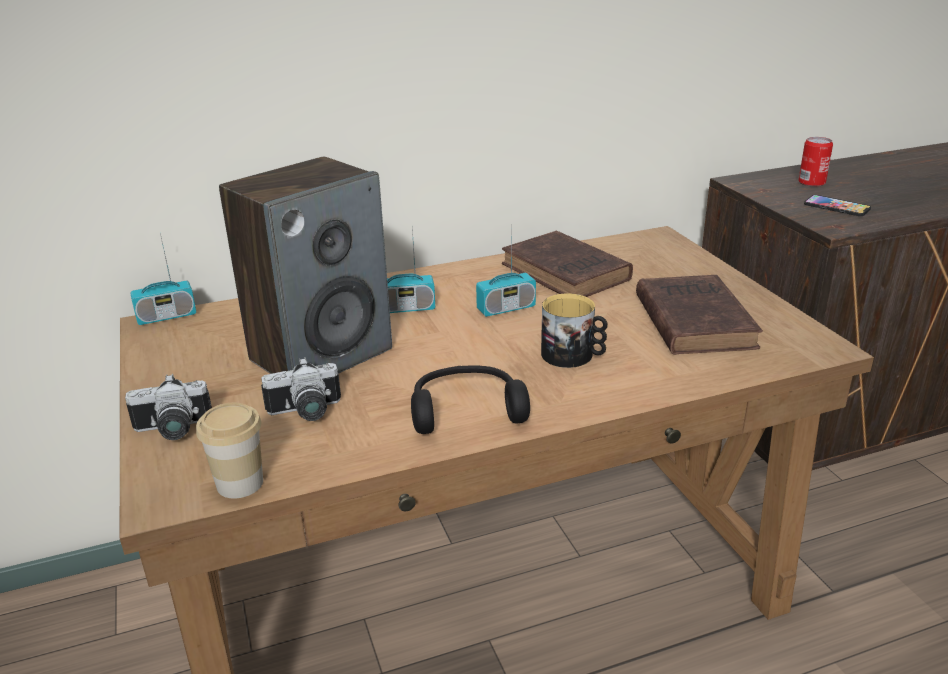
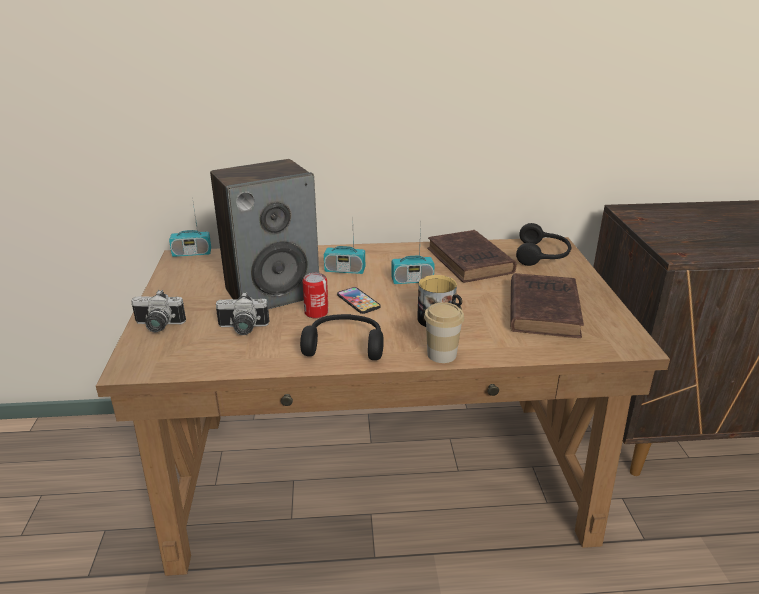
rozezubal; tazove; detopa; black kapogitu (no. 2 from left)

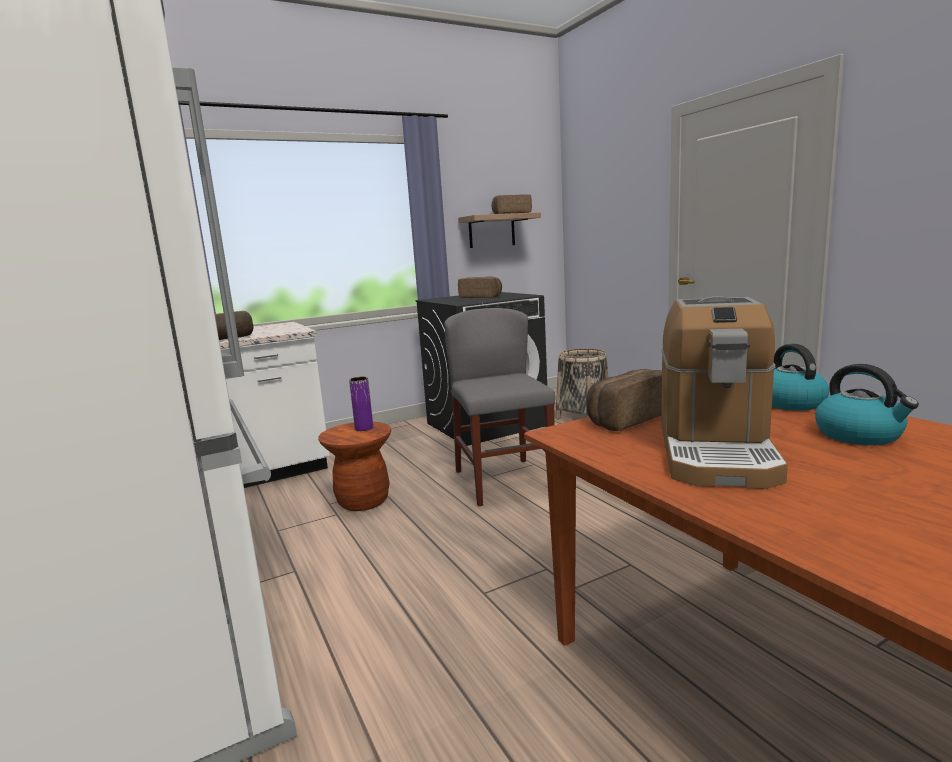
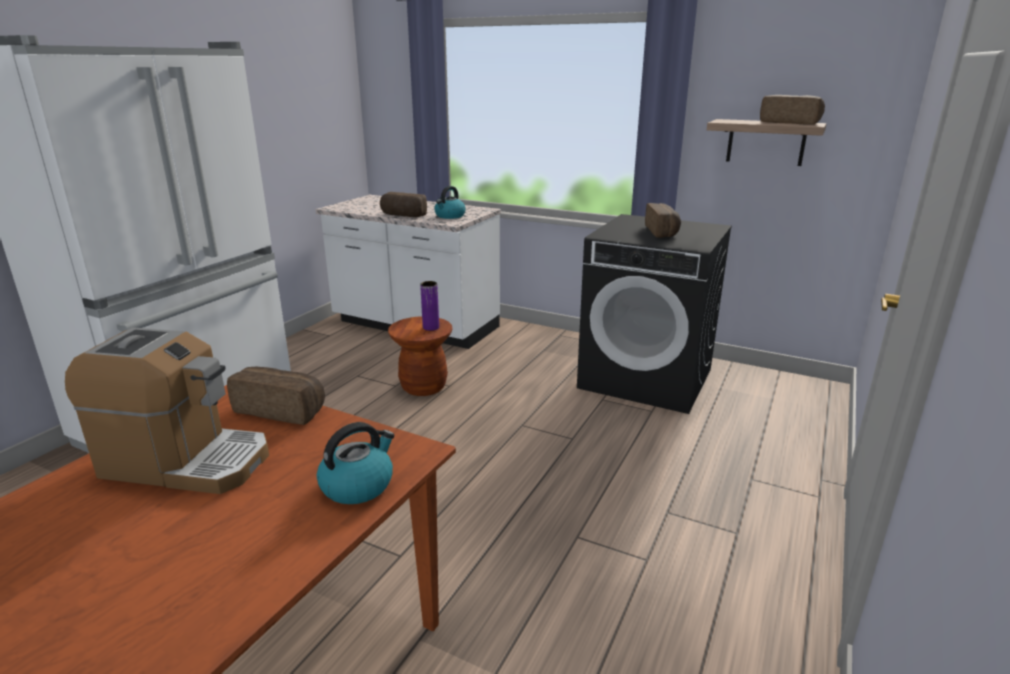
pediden; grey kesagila; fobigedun; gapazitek (no. 2 from left)

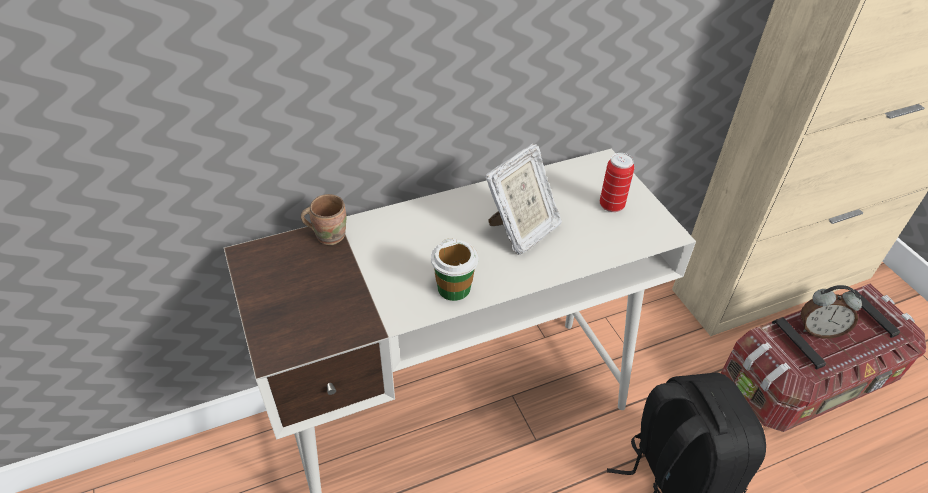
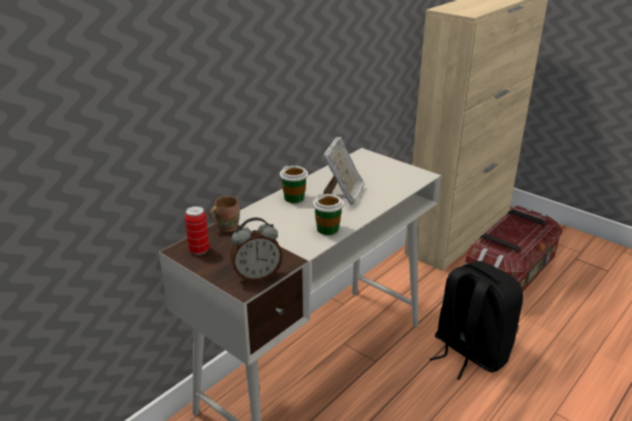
rozezubal; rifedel; detopa (no. 1 from left)

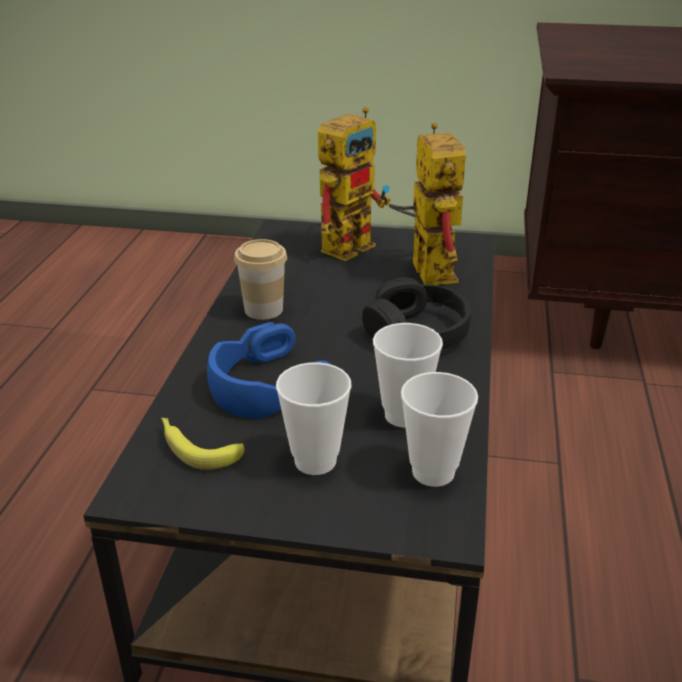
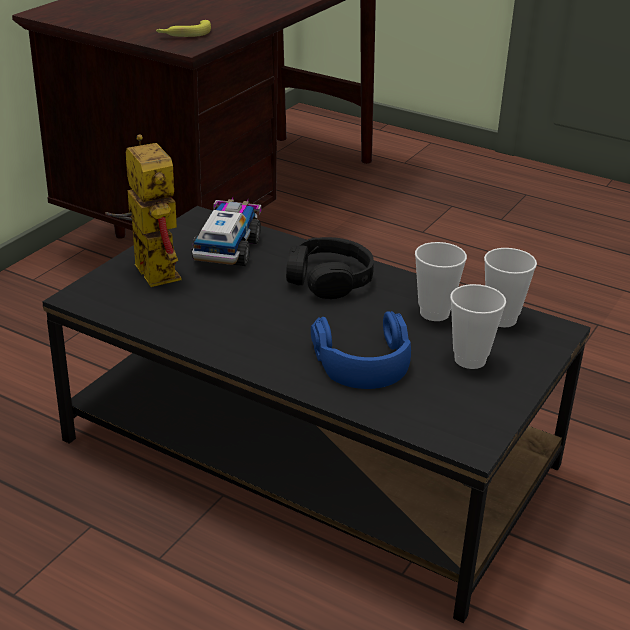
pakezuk; detopa (no. 1 from left in the first image); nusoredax

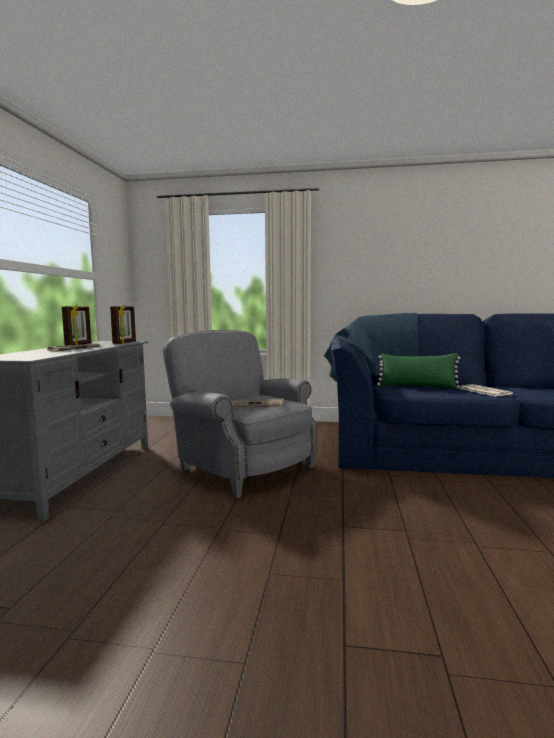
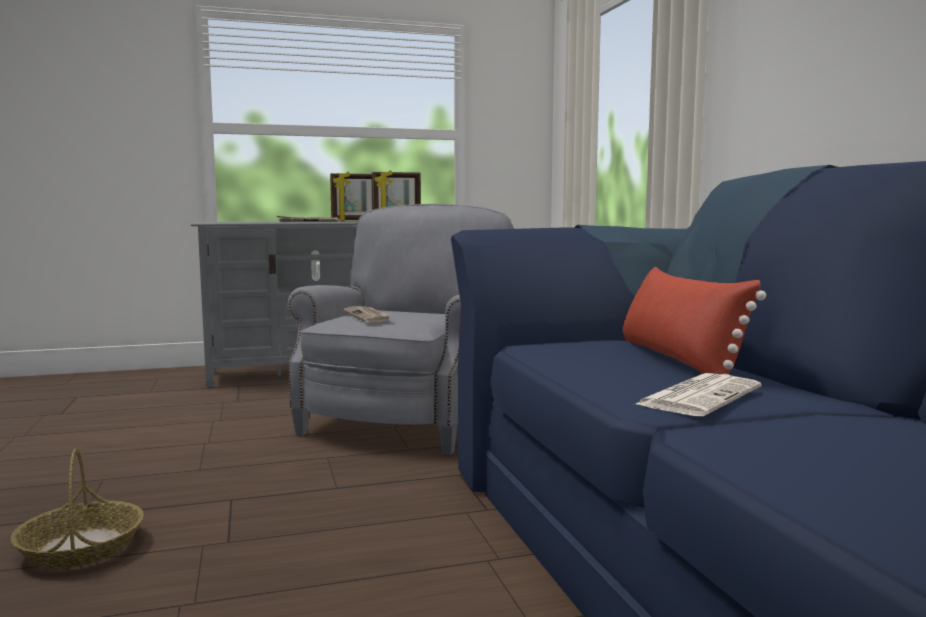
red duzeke; fobigedun

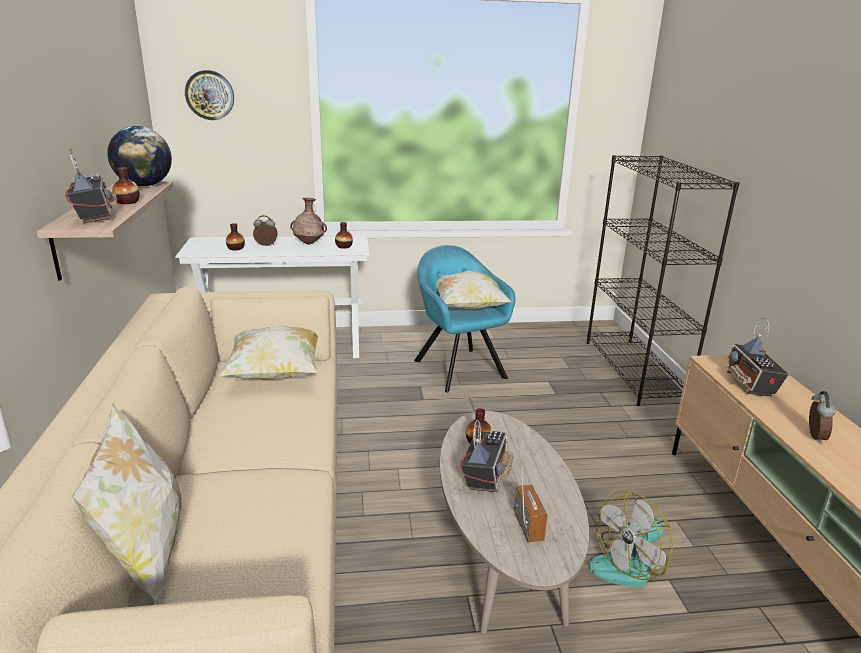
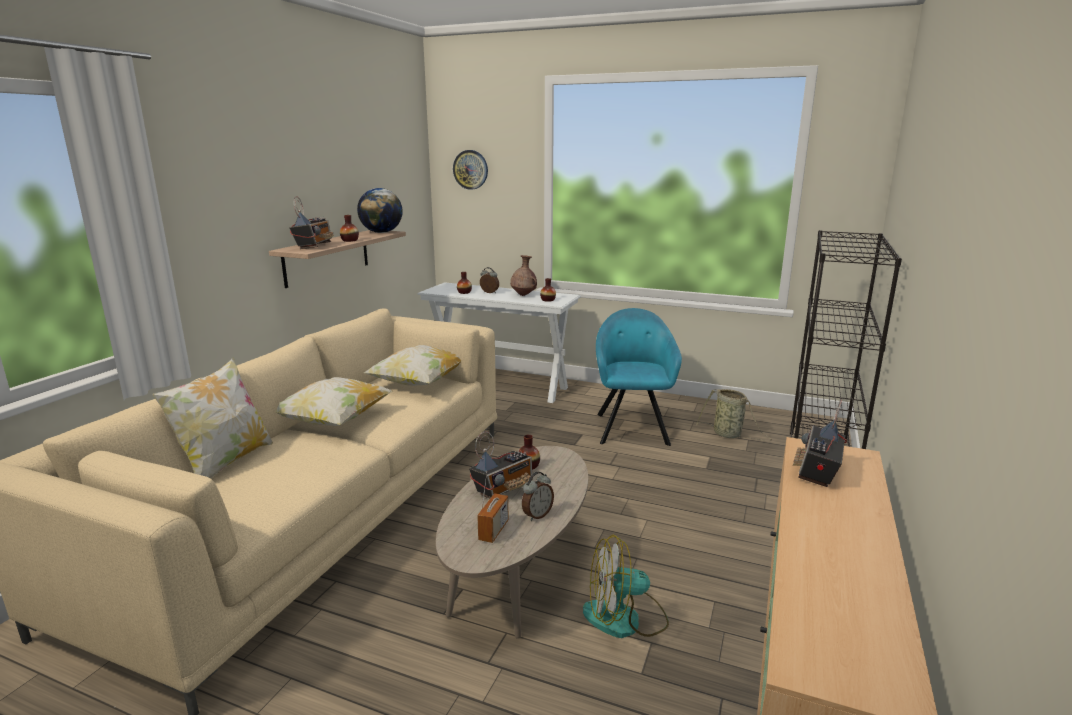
duzeke (no. 2 from left); rifedel (no. 2 from left); fobigedun

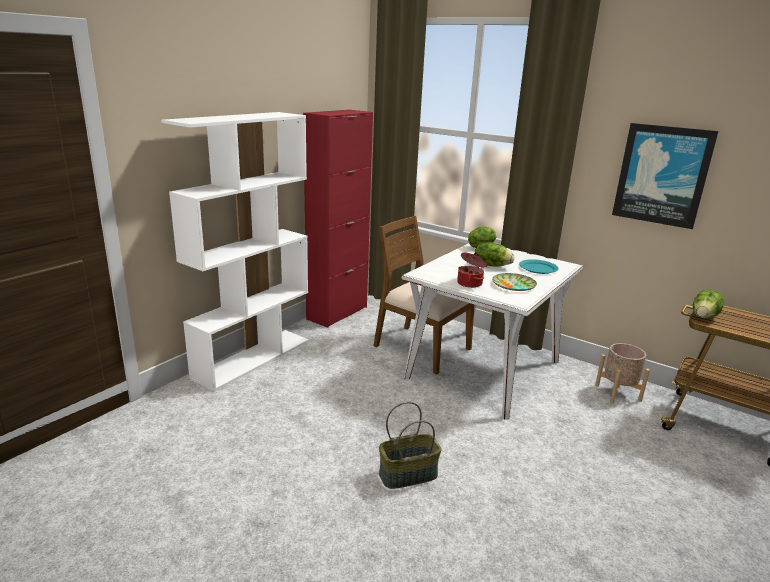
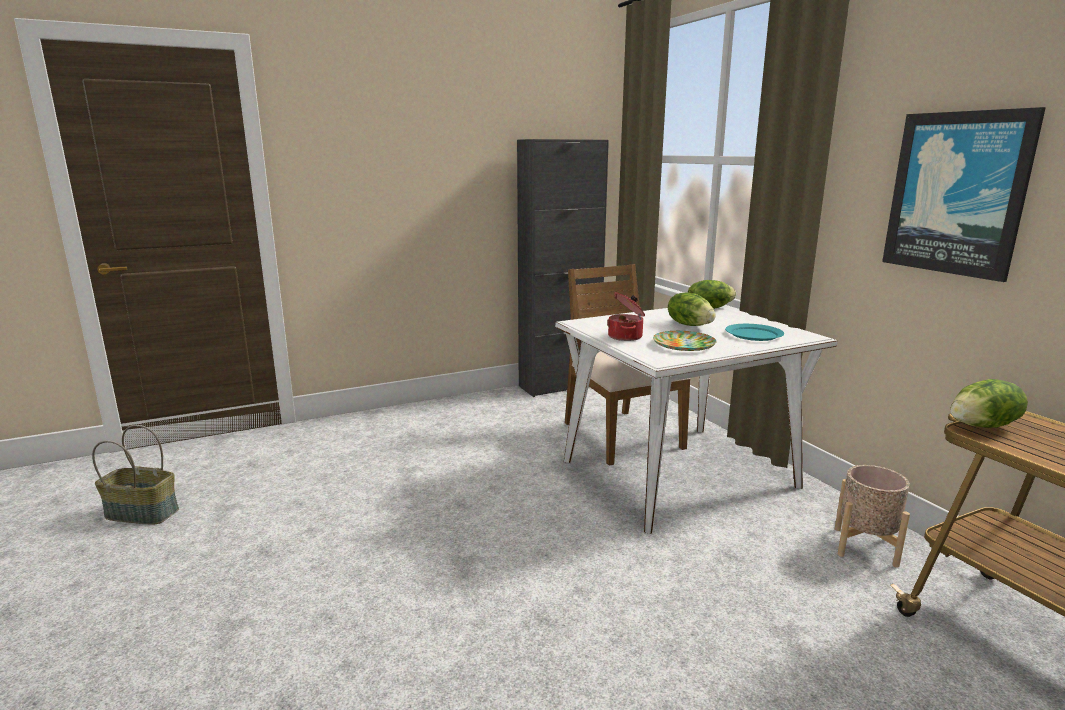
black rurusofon; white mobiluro; fobigedun

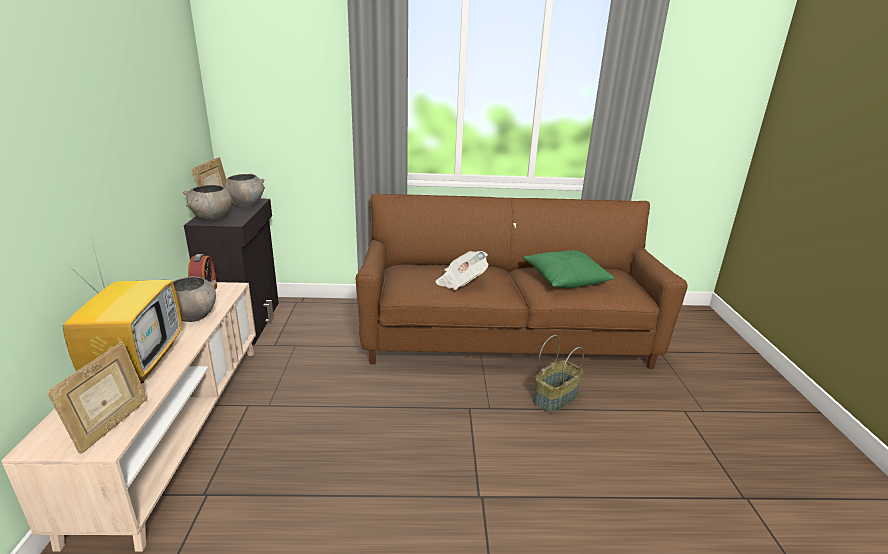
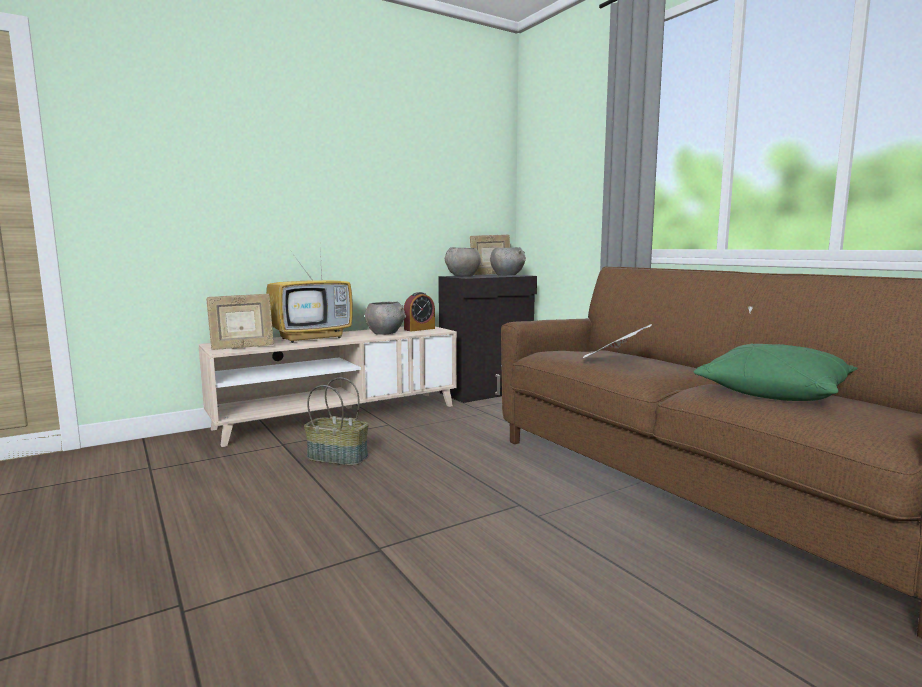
fobigedun

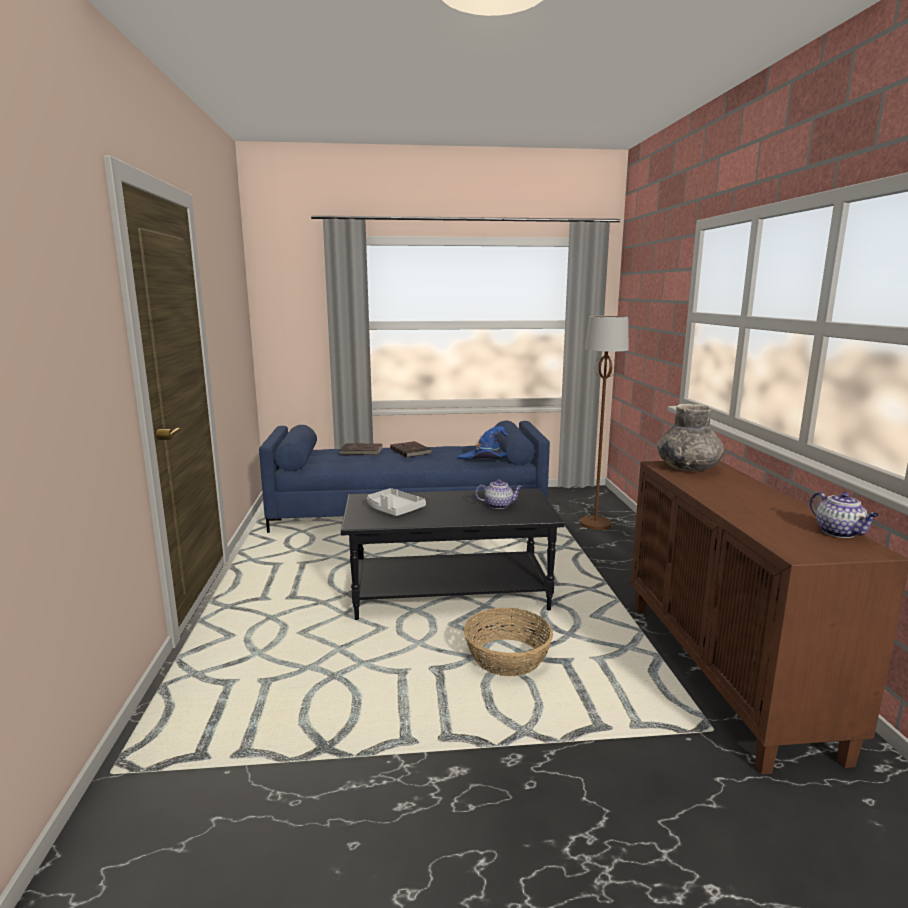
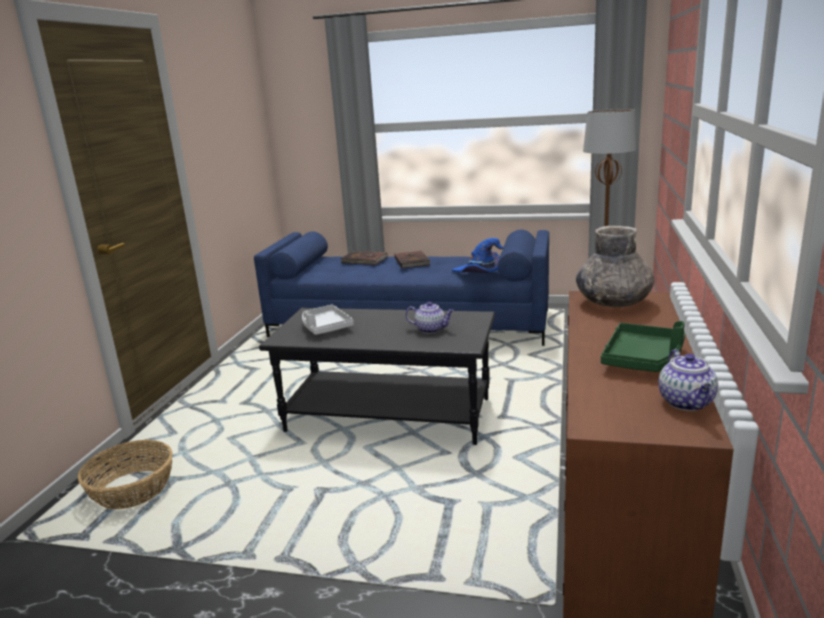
fobigedun; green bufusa

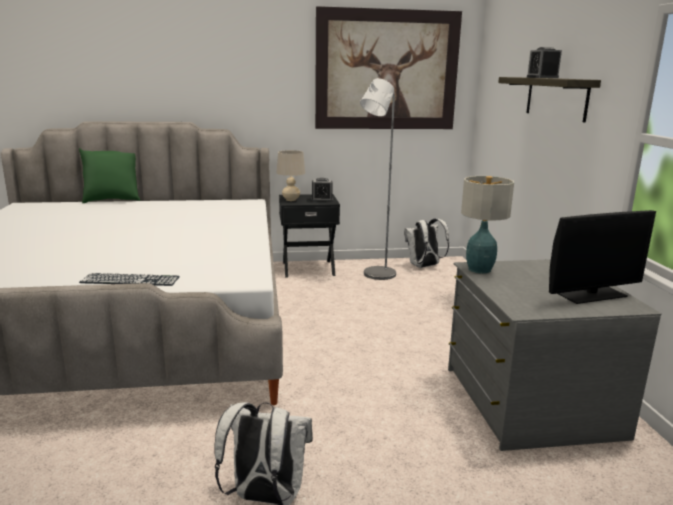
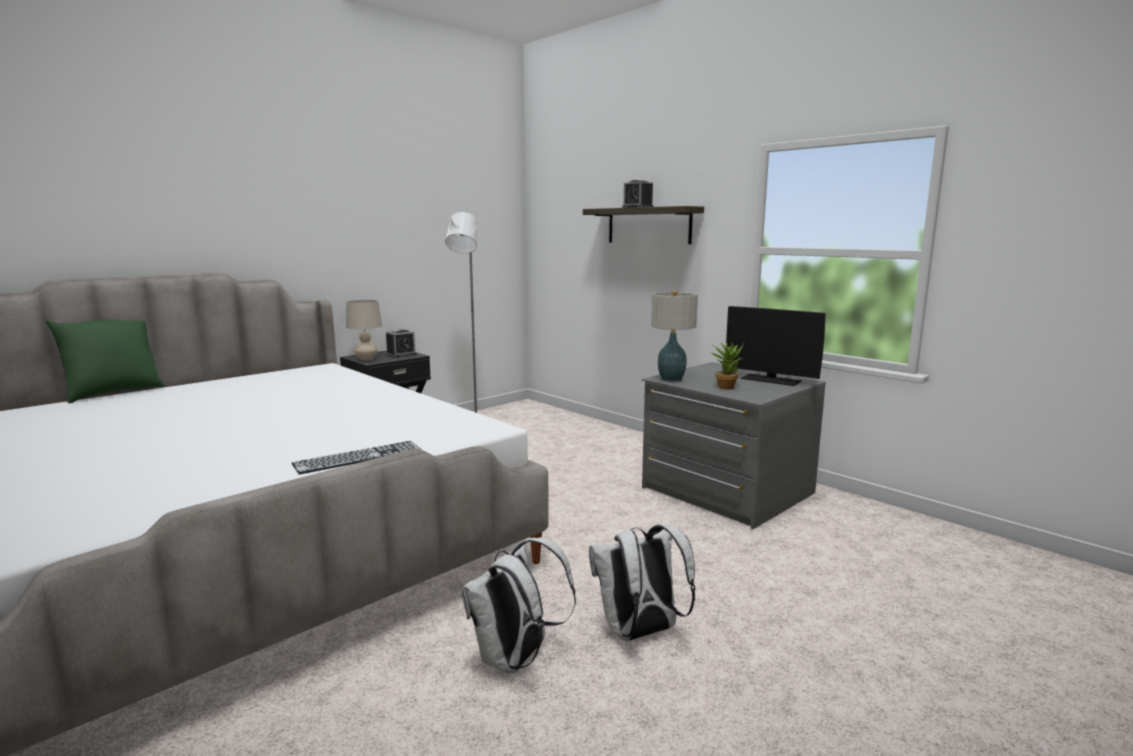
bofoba; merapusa; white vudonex (no. 1 from left); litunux

